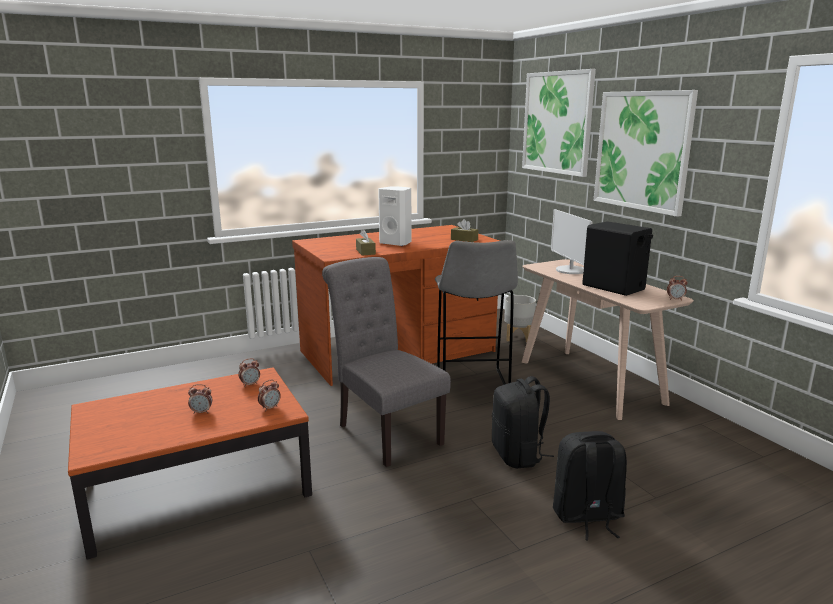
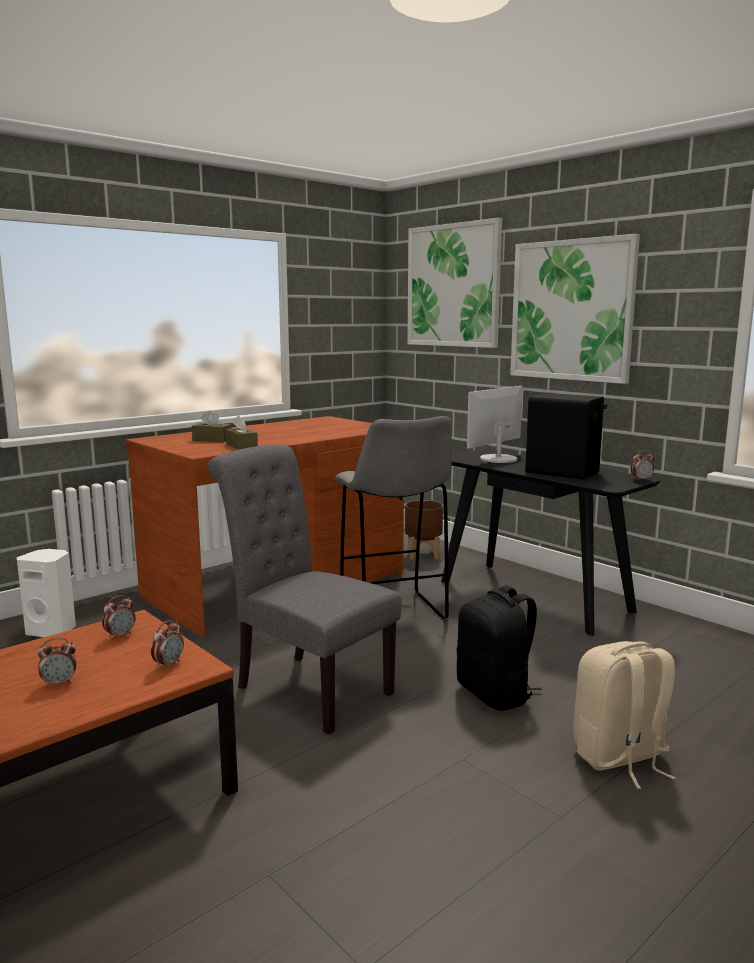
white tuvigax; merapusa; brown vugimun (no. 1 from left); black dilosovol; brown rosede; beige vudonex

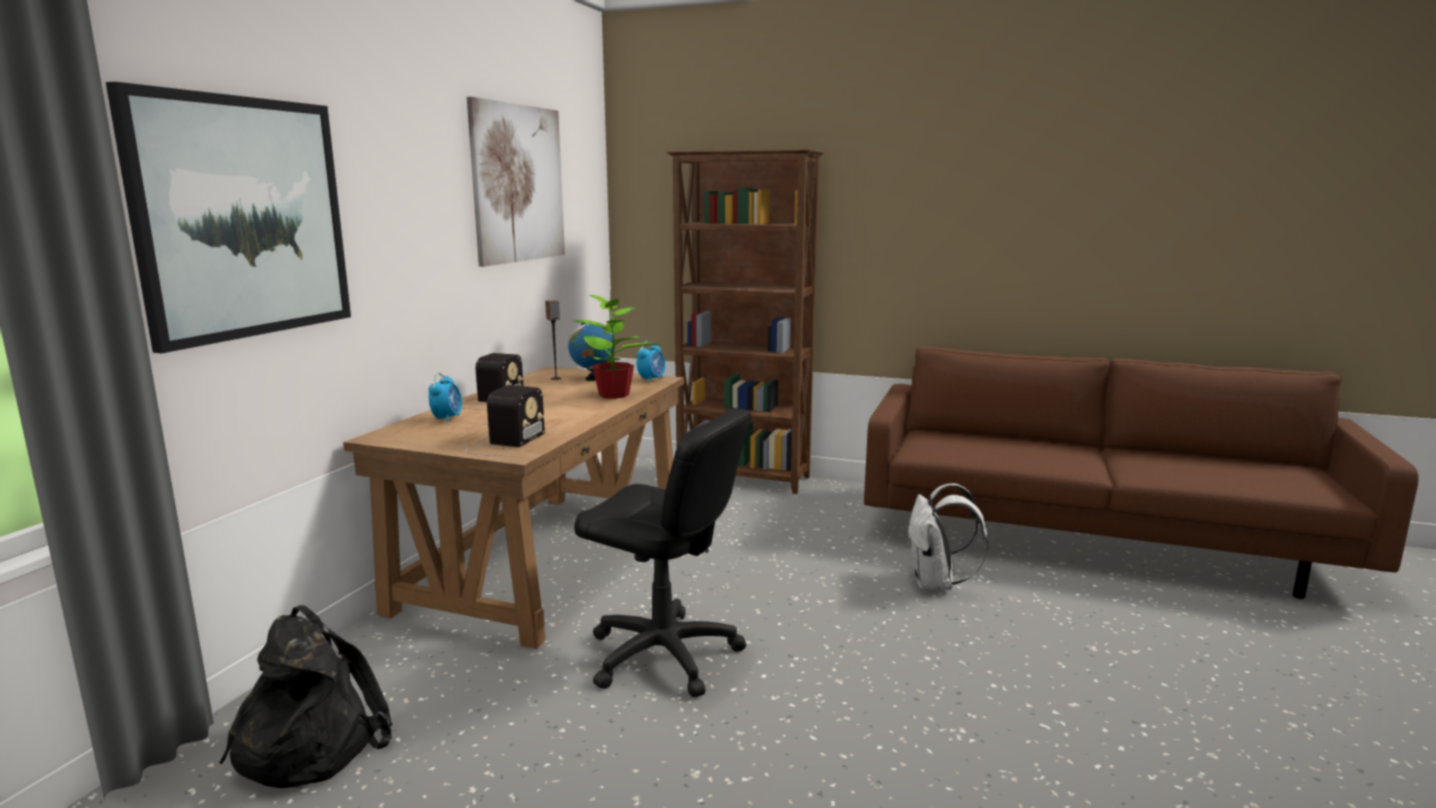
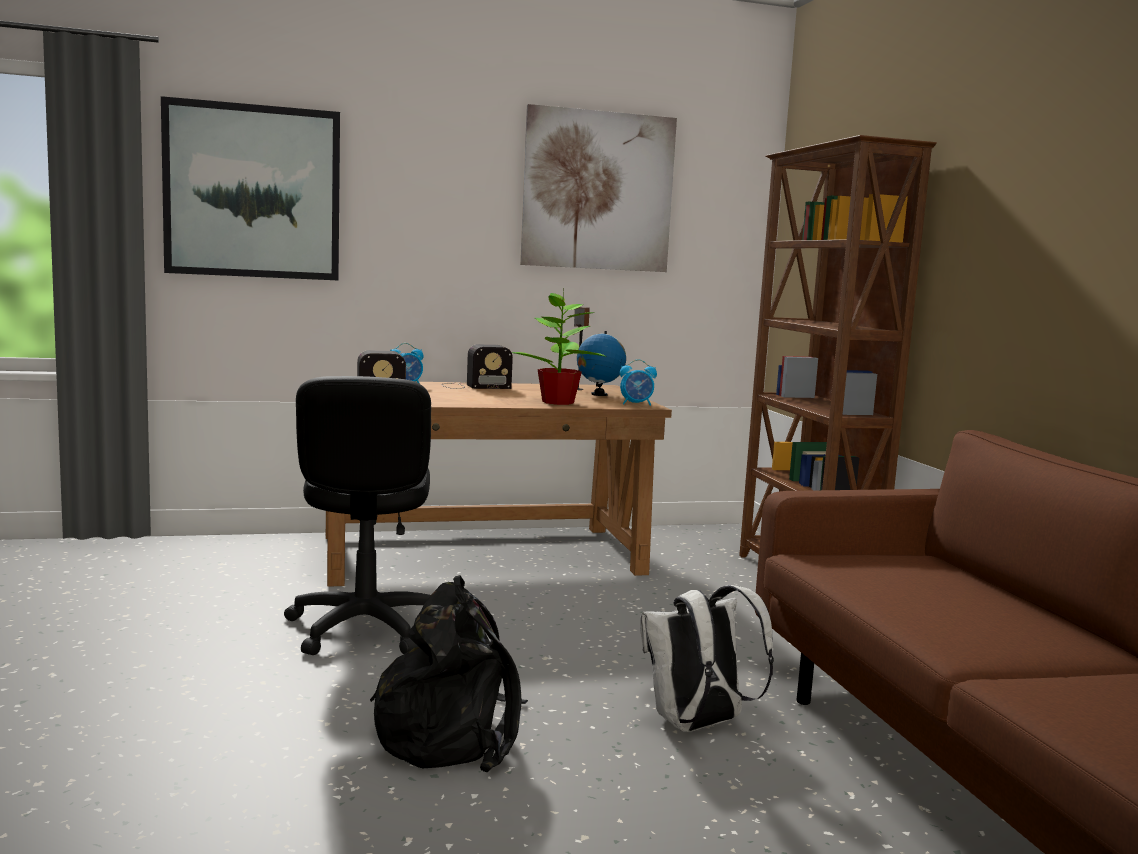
black vudonex

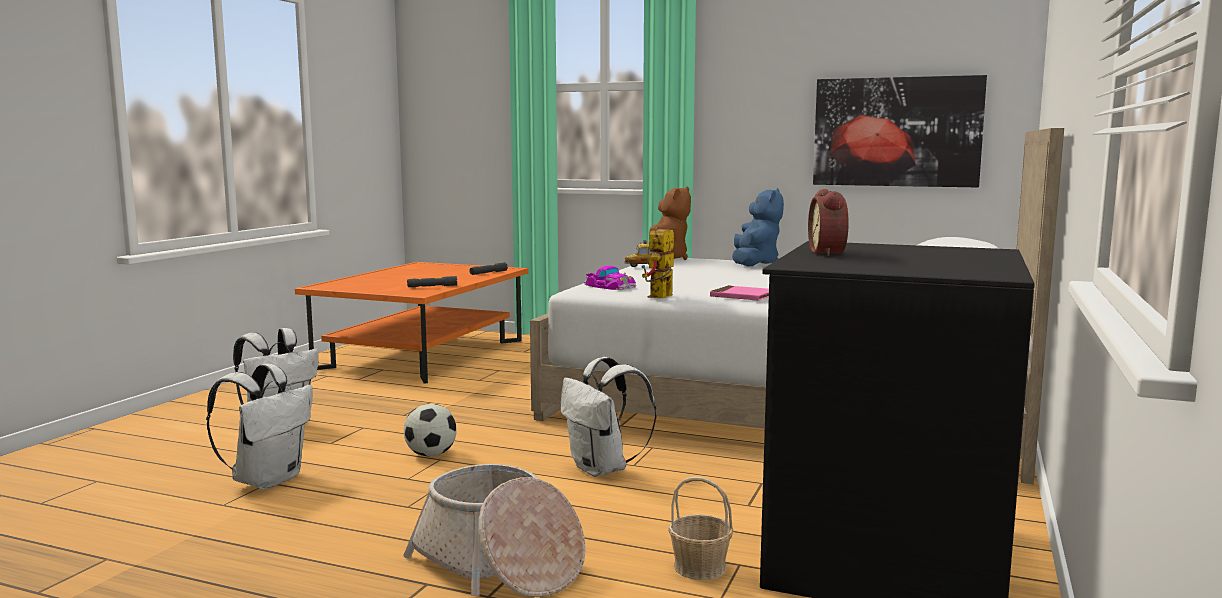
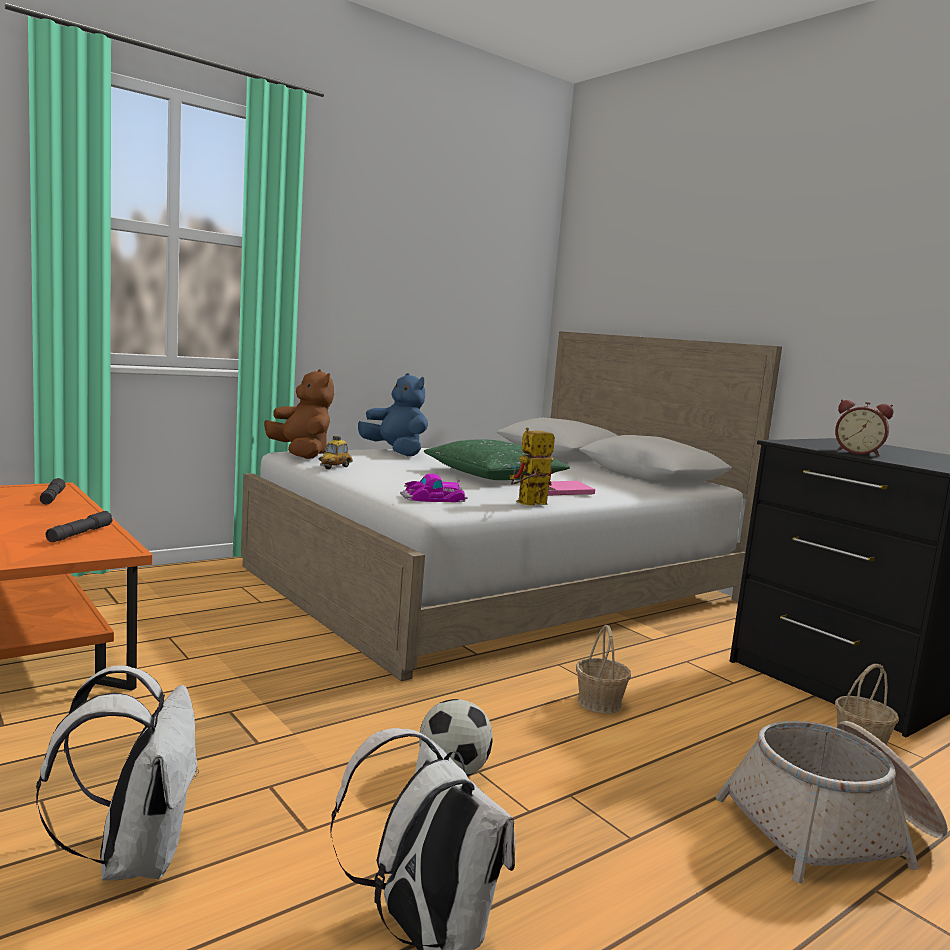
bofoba; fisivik; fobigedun (no. 1 from left); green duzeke

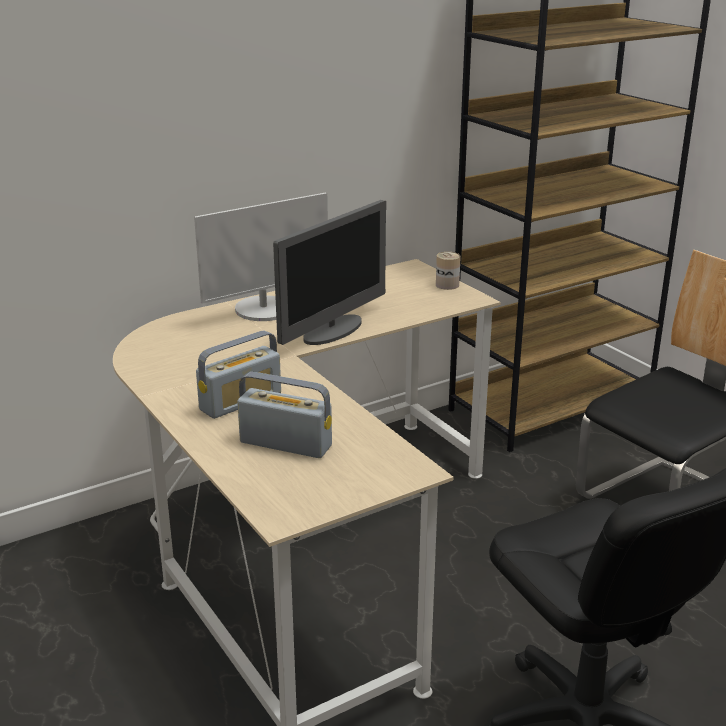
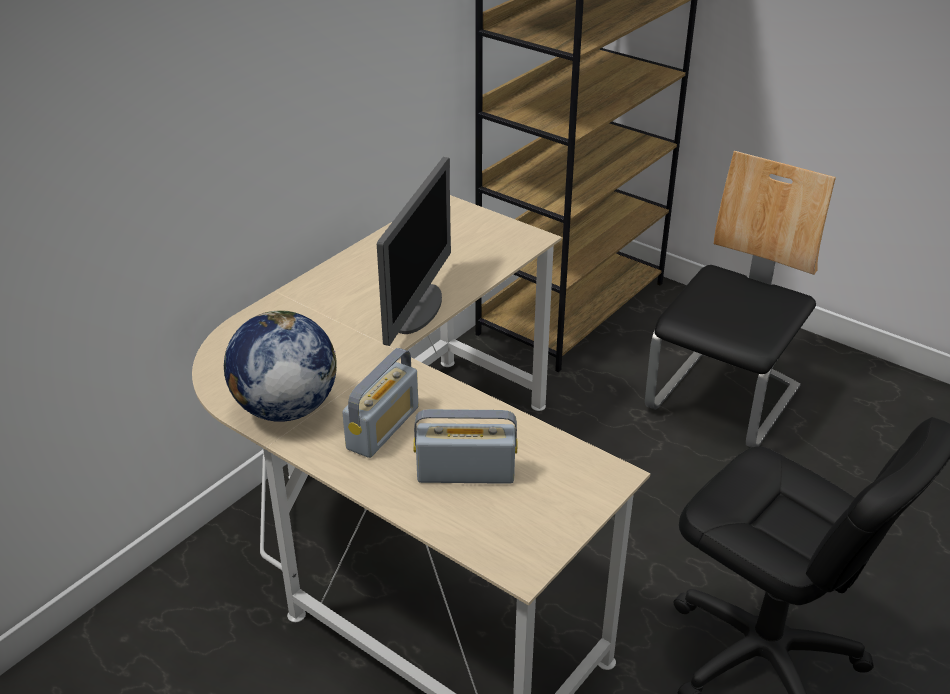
merapusa (no. 1 from left in the first image); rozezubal; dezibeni

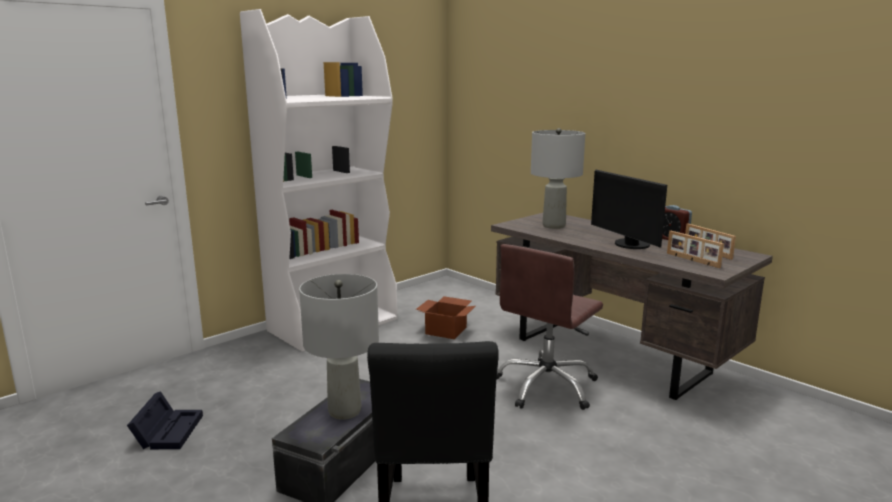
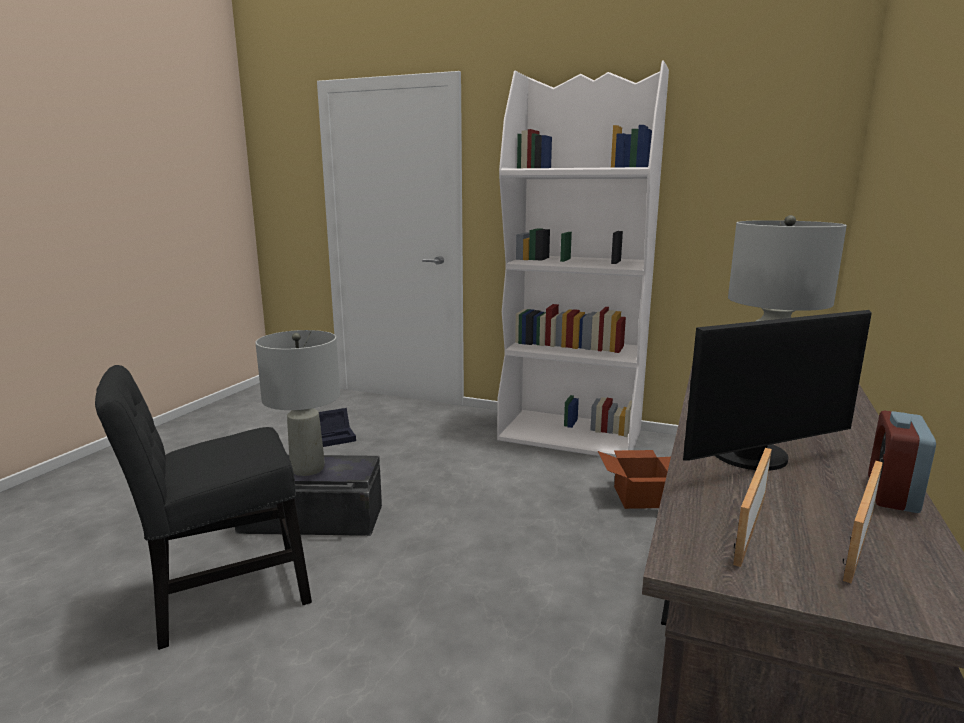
merapusa; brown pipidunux

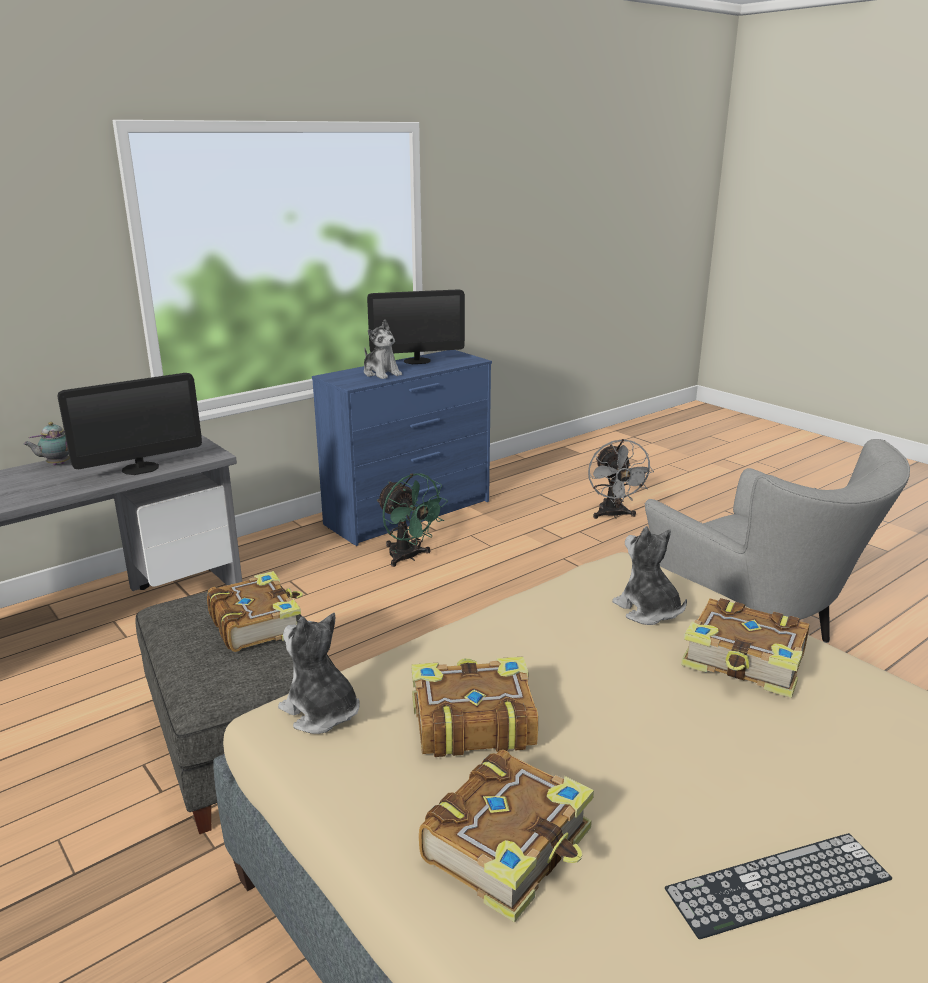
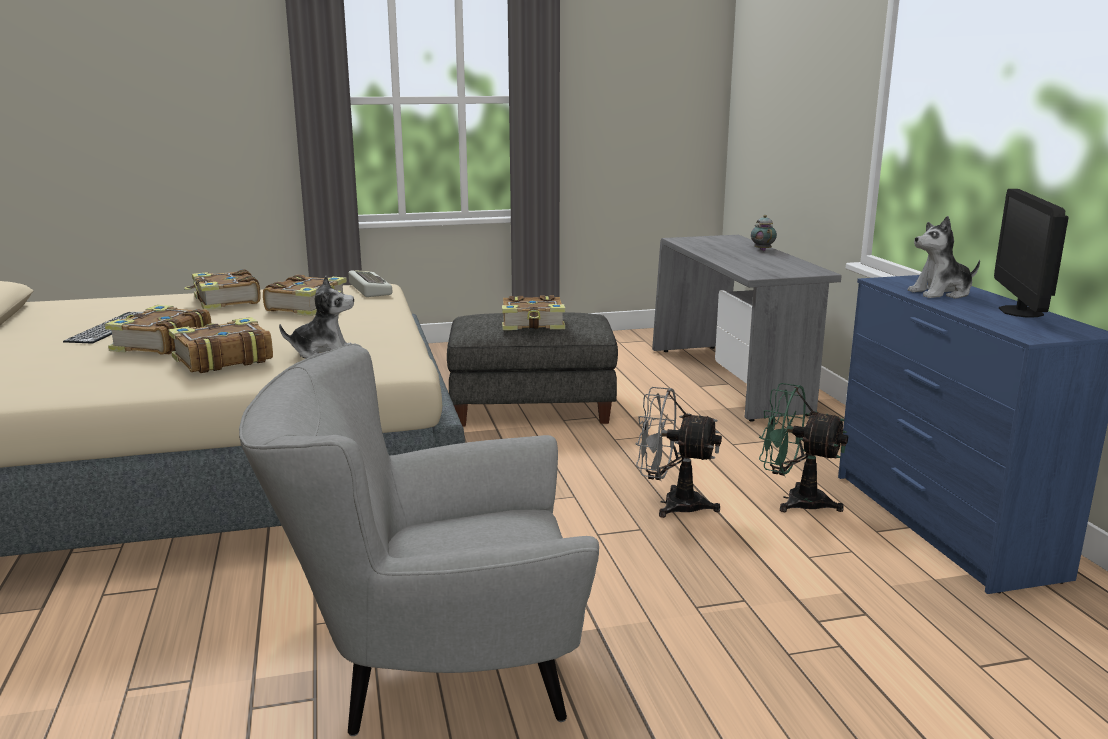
merapusa (no. 1 from left in the first image); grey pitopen; green pitopen; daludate (no. 2 from left); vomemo (no. 1 from left)

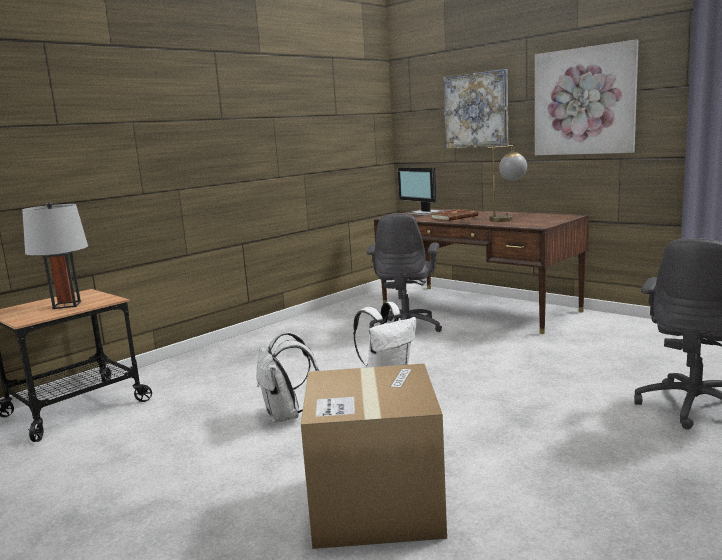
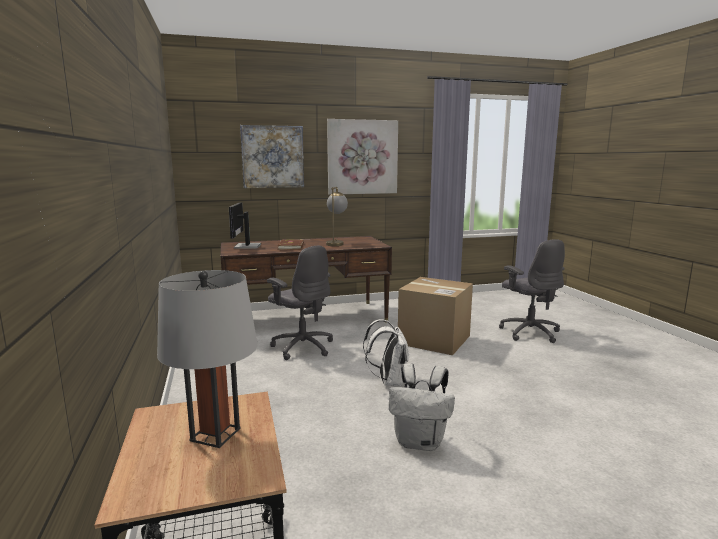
merapusa; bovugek

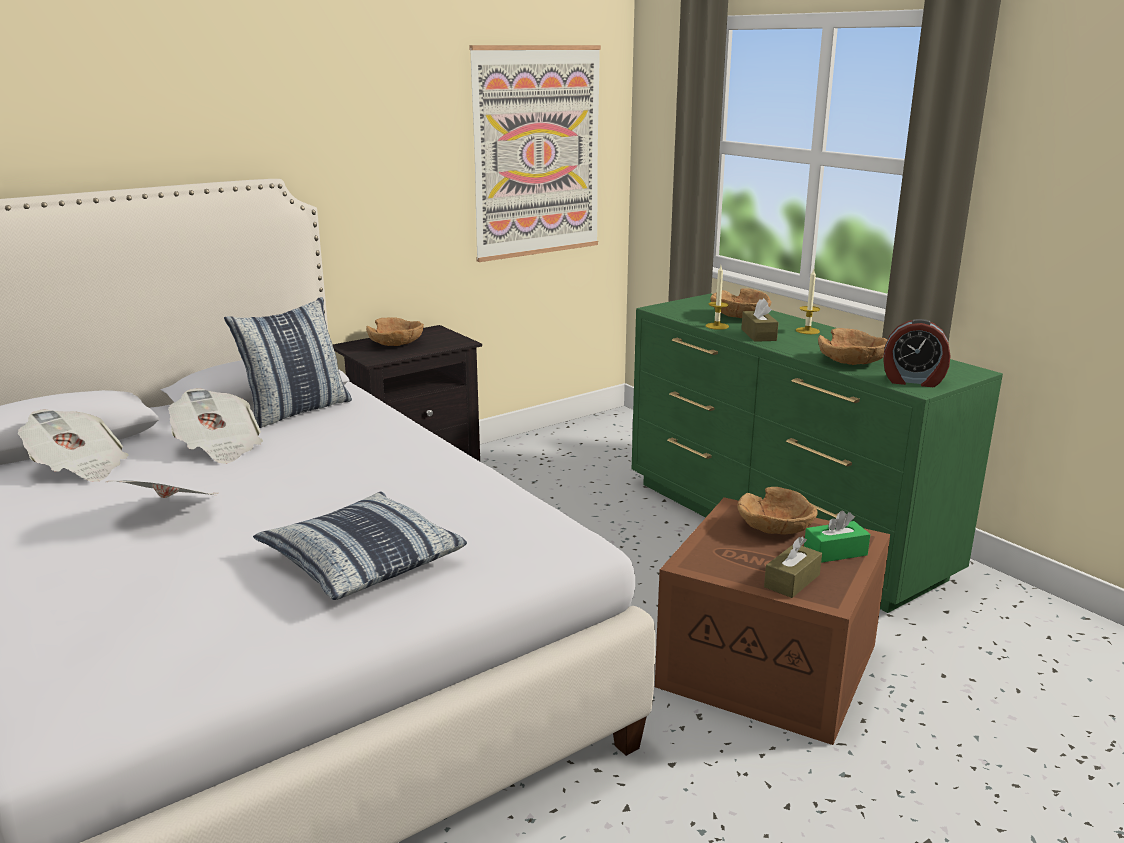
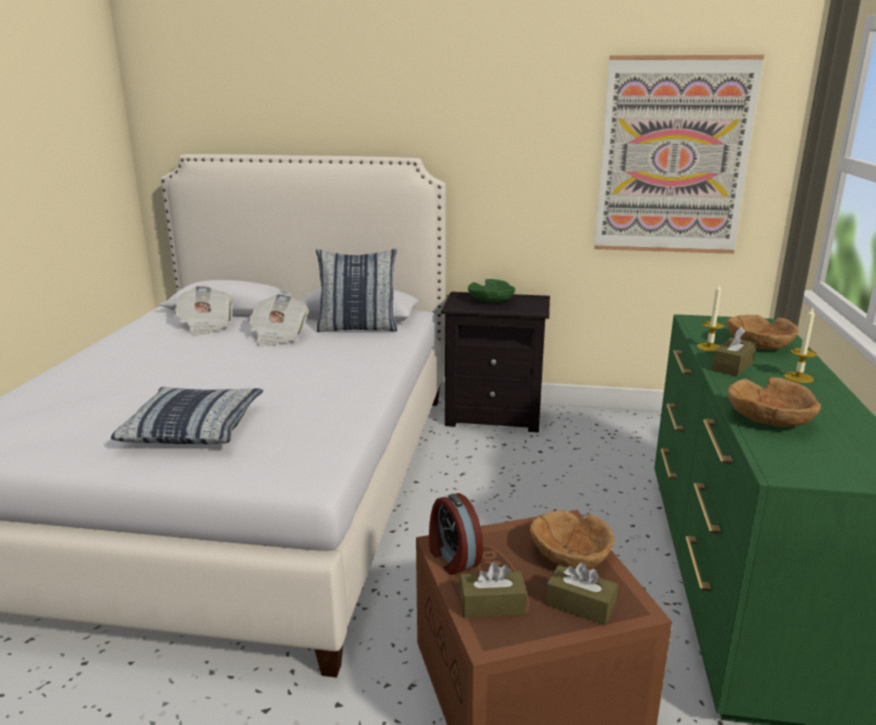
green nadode; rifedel; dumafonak (no. 2 from left in the first image); brown vugimun (no. 2 from left)

